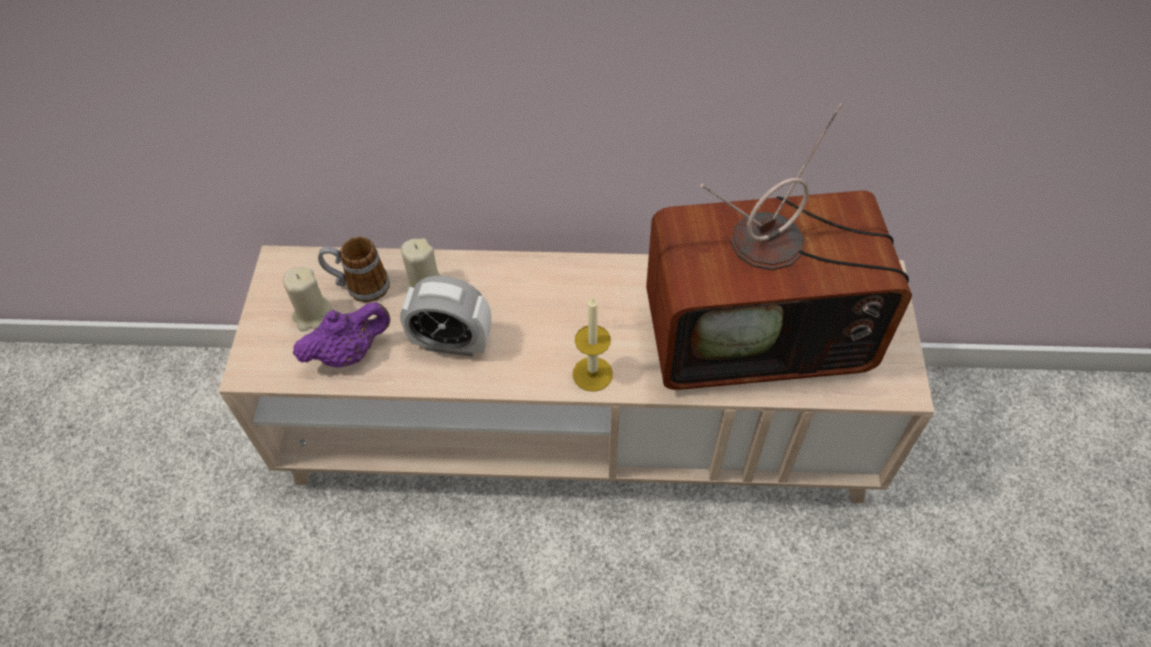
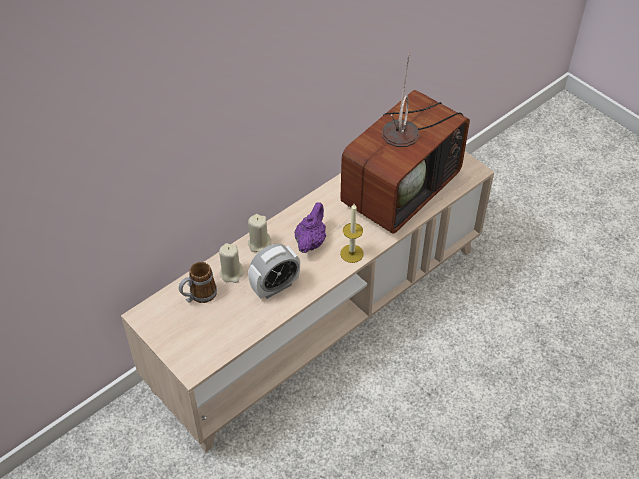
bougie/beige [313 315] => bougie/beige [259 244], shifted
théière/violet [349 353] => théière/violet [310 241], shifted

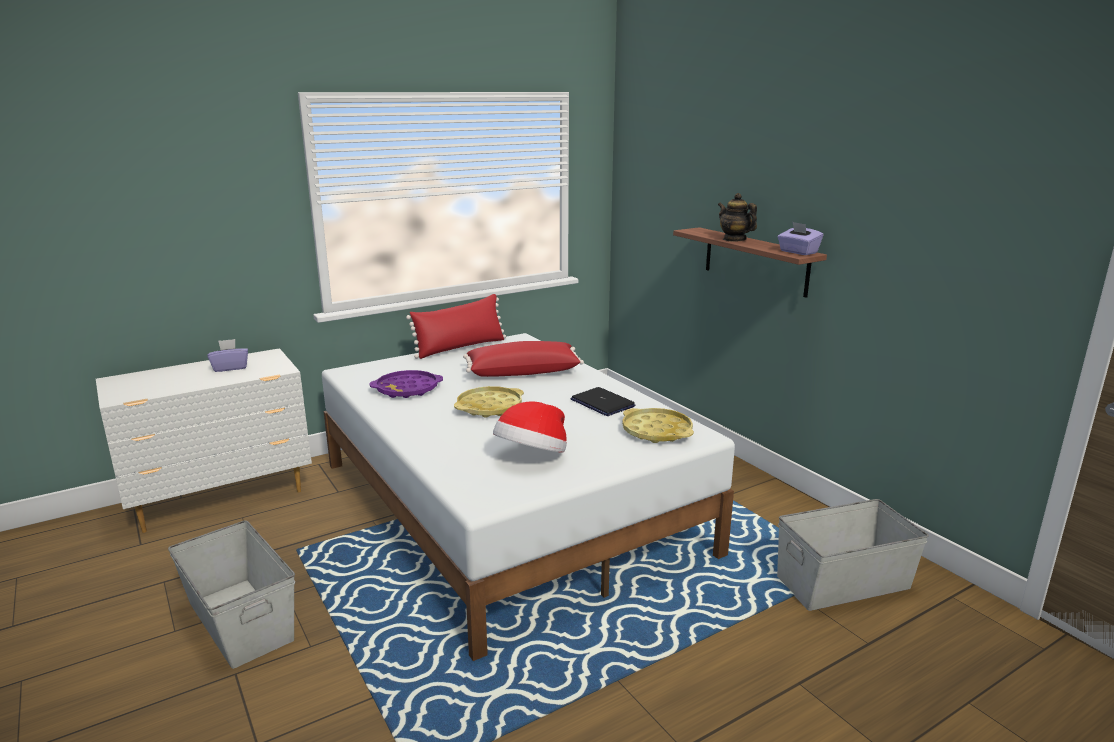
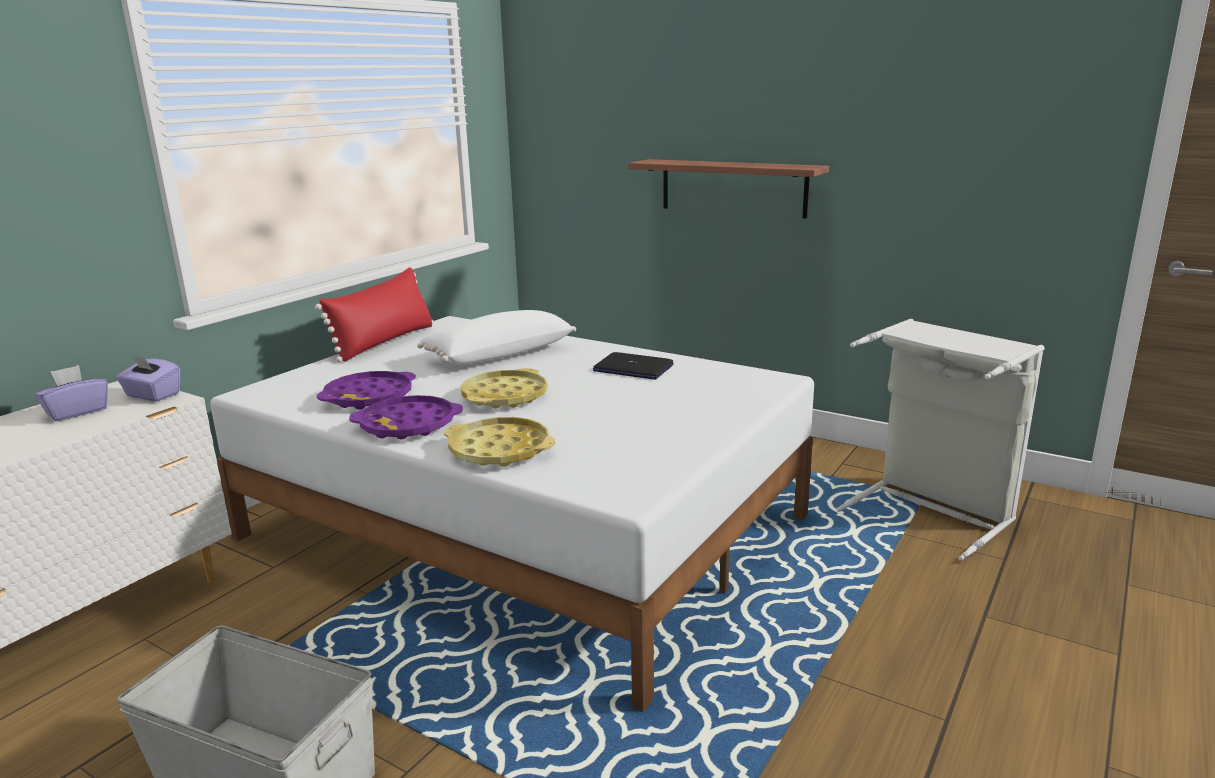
boîte à mouchoirs/violet [798 252] => boîte à mouchoirs/violet [152 395], shifted
nothing => plateau/violet [408 425]
coussin/rouge [522 372] => coussin/blanc [498 354]
plateau/jaune [657 431] => plateau/jaune [499 450], shifted
boîte de rangement/gris [844 583] => panier à linge/gris [933 511]
chapeau [532 456] => nothing
théière [734 239] => nothing

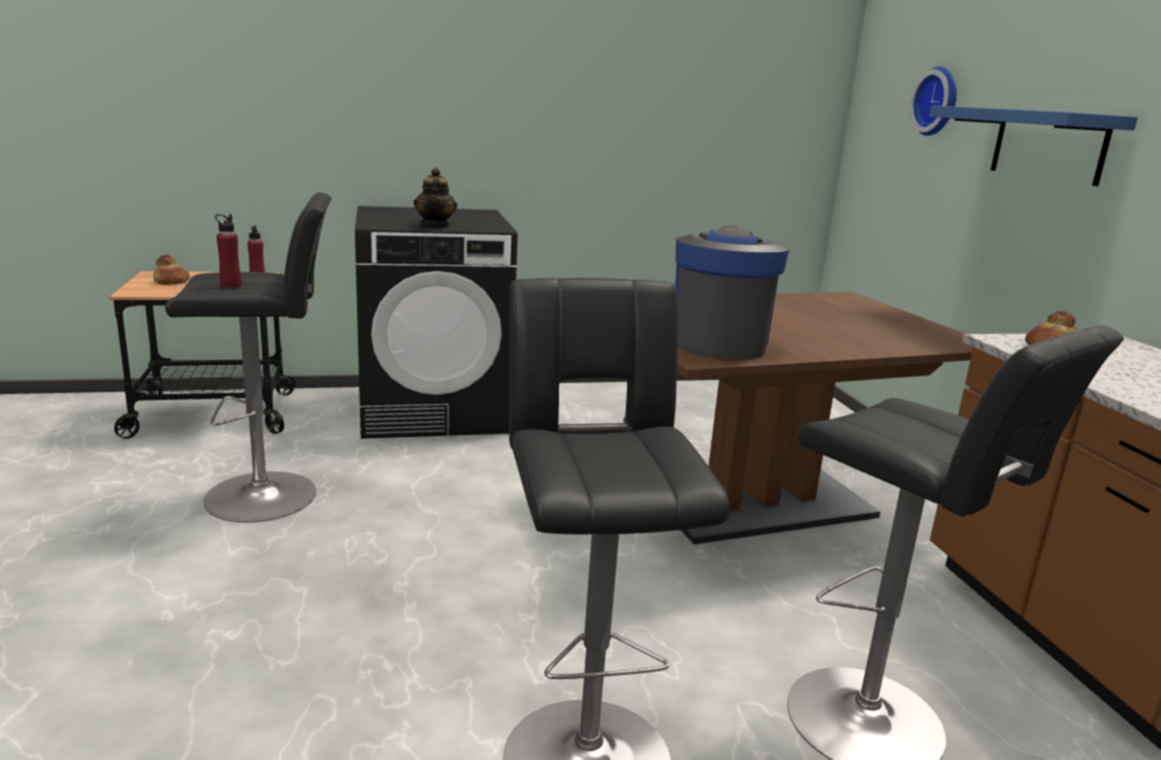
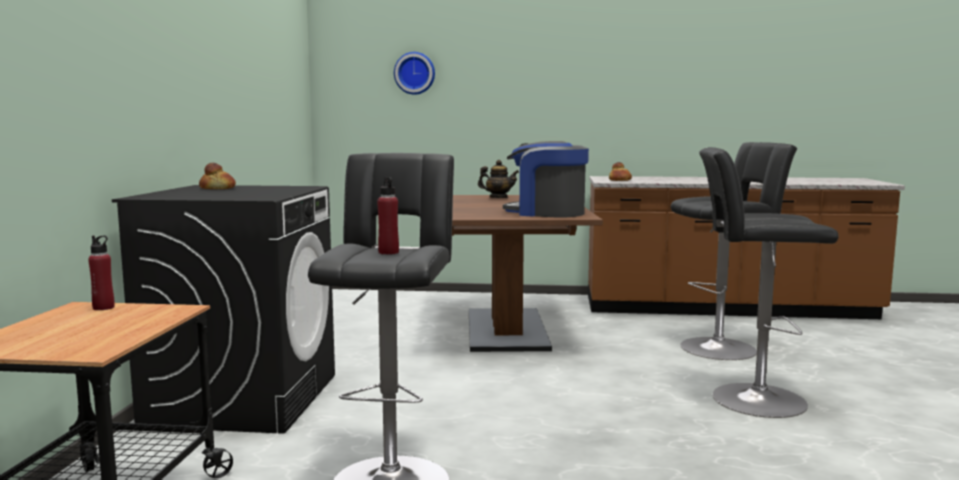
pain [172 281] => pain [218 188], shifted
théière [435 225] => théière [498 198], shifted
étagère/bleu [1048 145] => nothing

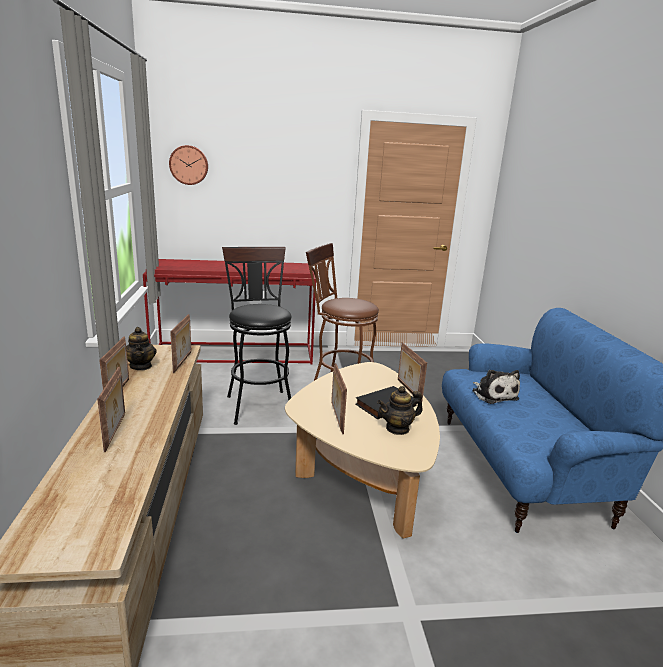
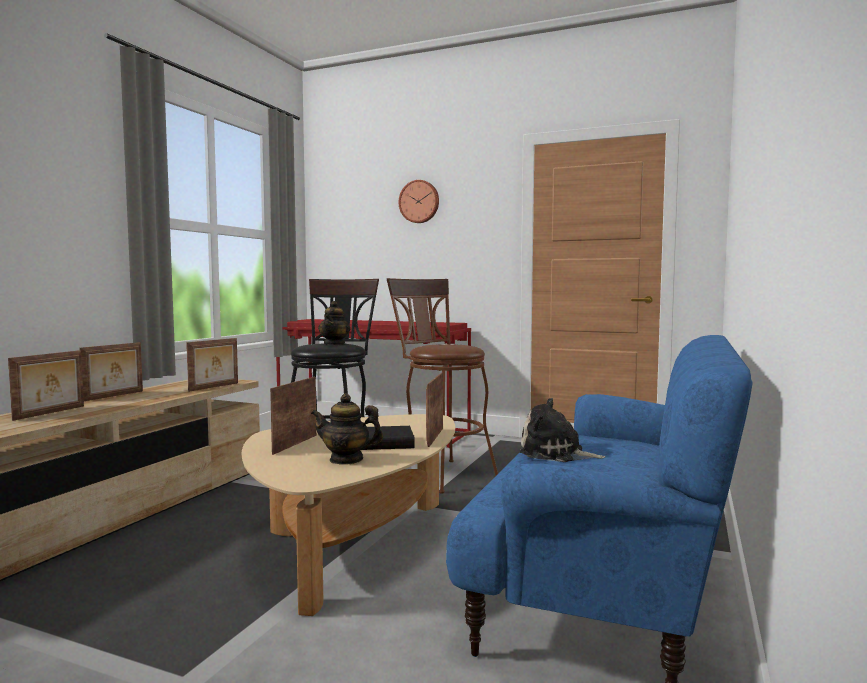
théière [141 366] => théière [335 344], shifted
horloge murale [189 165] => horloge murale [419 202], shifted
peluche [493 394] => peluche [556 454], 105 degrees clockwise

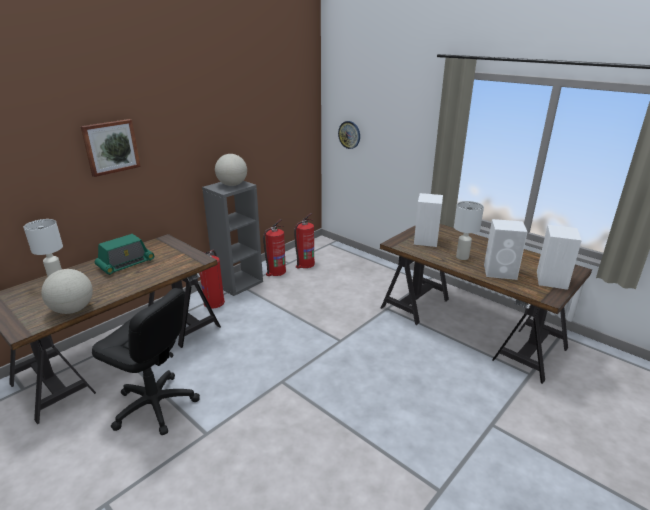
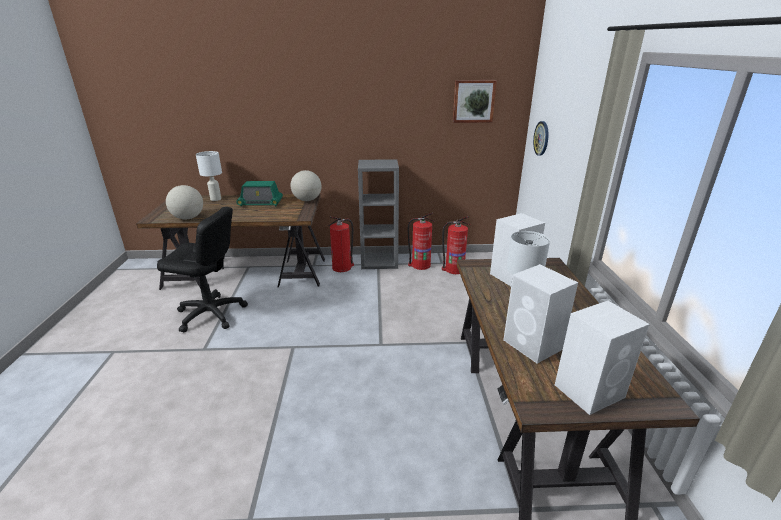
chaise de bureau/noir [155 406] => chaise de bureau/noir [211 314], 60 degrees counterclockwise
globe [232 185] => globe [307 200], shifted
tableau [111 147] => tableau [473 101], shifted

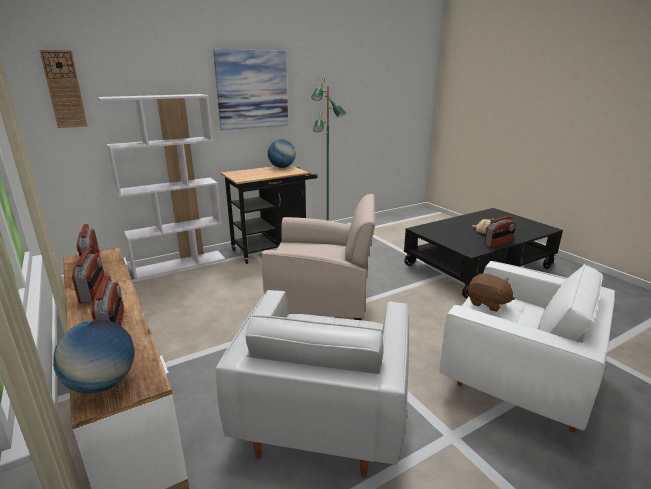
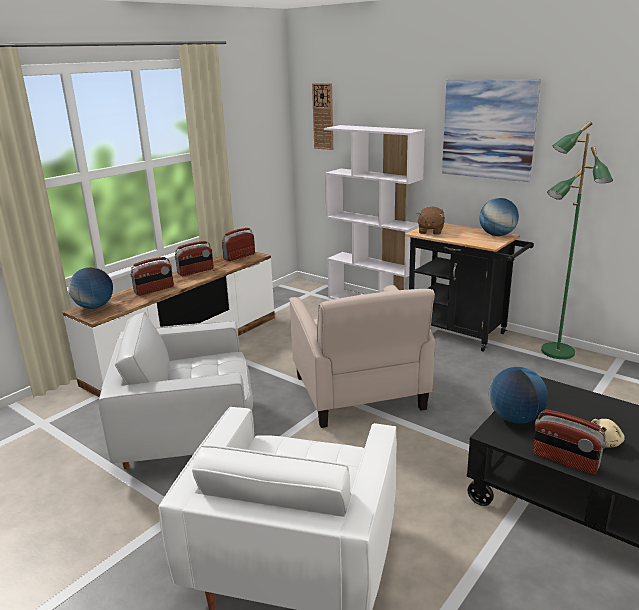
peluche/marron [487 303] => peluche/marron [430 231], shifted
nothing => globe [515 418]

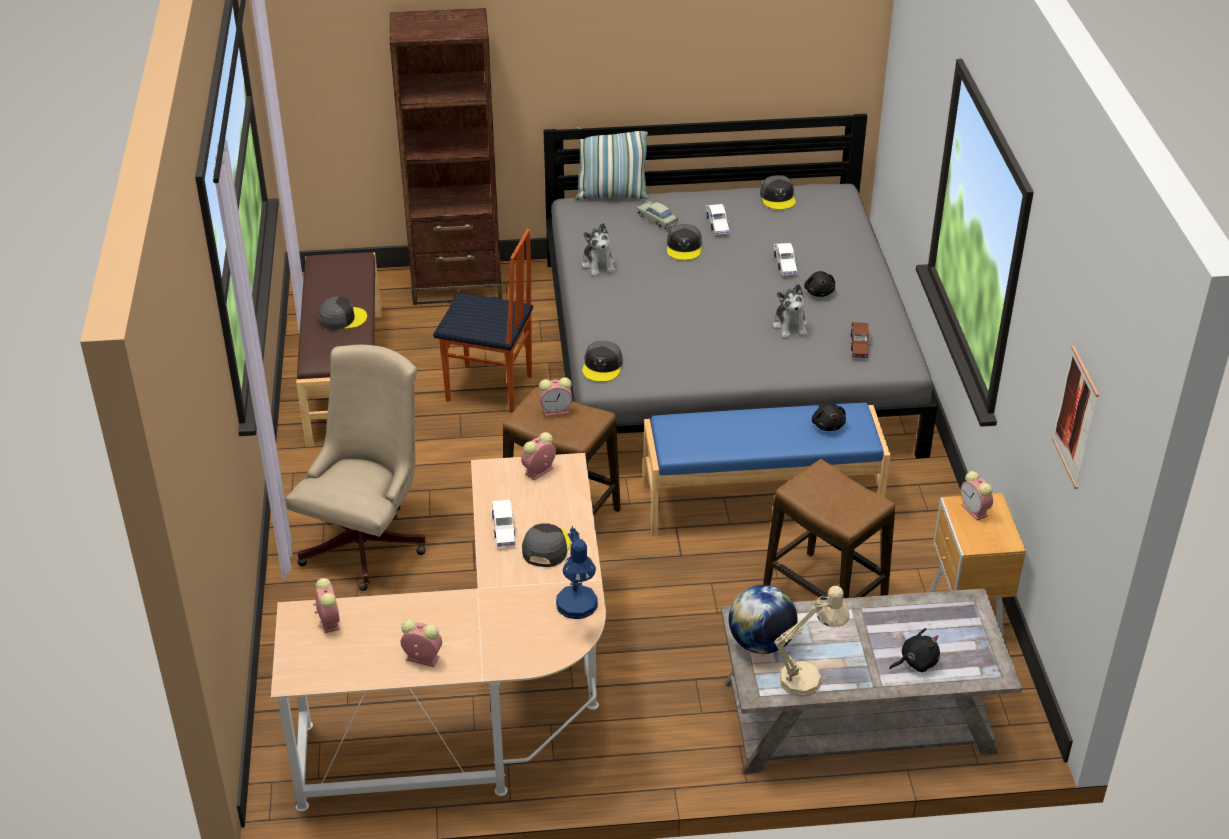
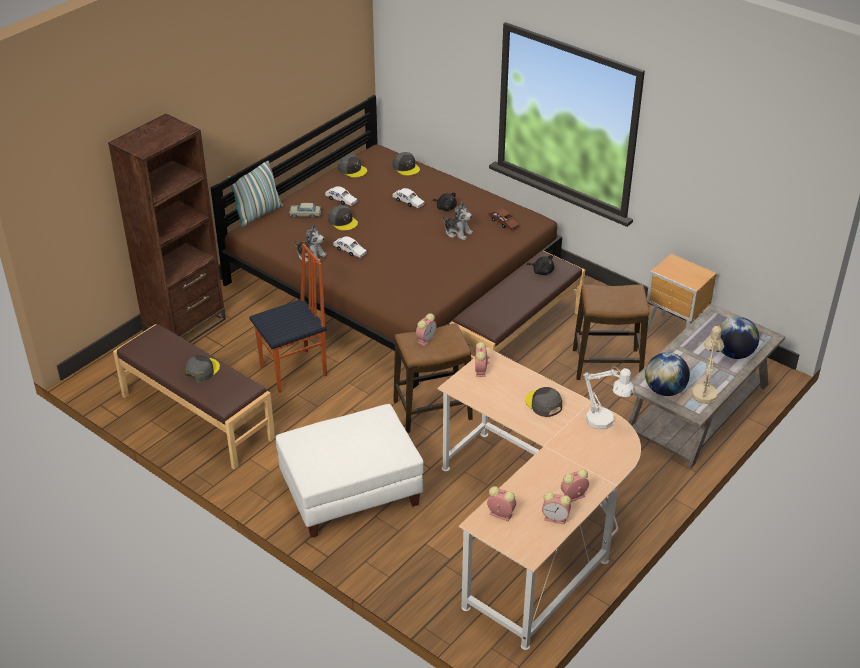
lit/gris [725 353] => lit/marron [392 277]
chaise de bureau/beige [368 540] => pouf/blanc [351 493]
petite voiture/blanc [503 528] => petite voiture/blanc [350 251], shifted
casquette/gris [602 366] => casquette/gris [406 167], shifted
banc/bleu [760 500] => banc/marron [515 340]
réveil [975 511] => réveil [556 518], shifted
lampe de table/bleu [577 611] => lampe de table/blanc [605 422]
peluche/noir [916 662] => globe [734 354]
tableau [1076 417] => nothing

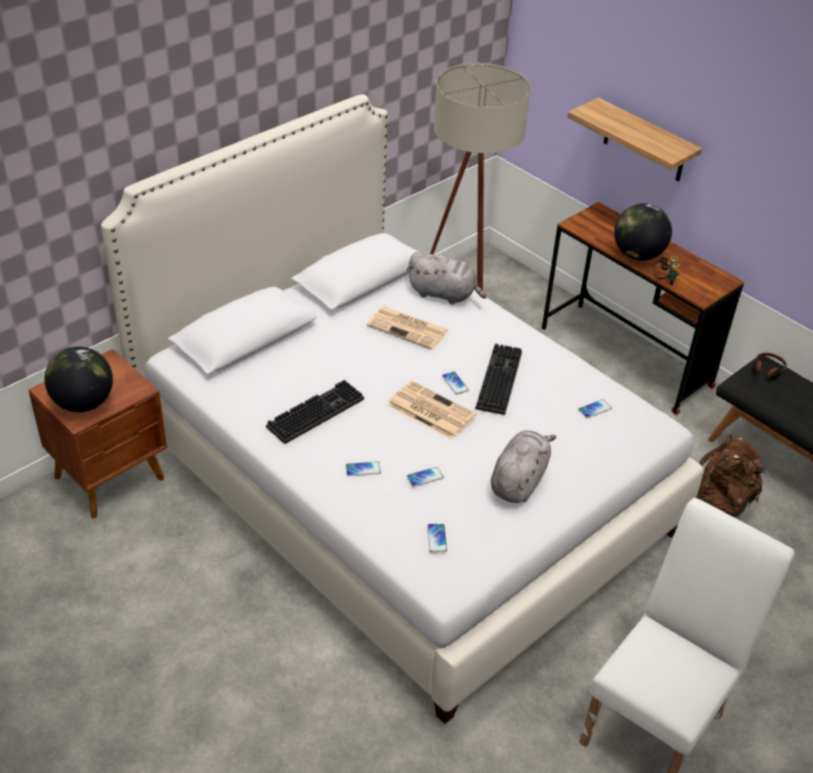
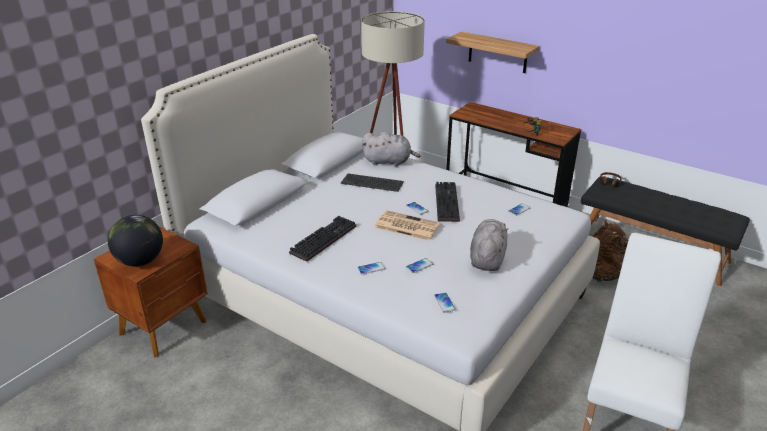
journal [409 328] => clavier [372 183]
globe [638 255] => nothing

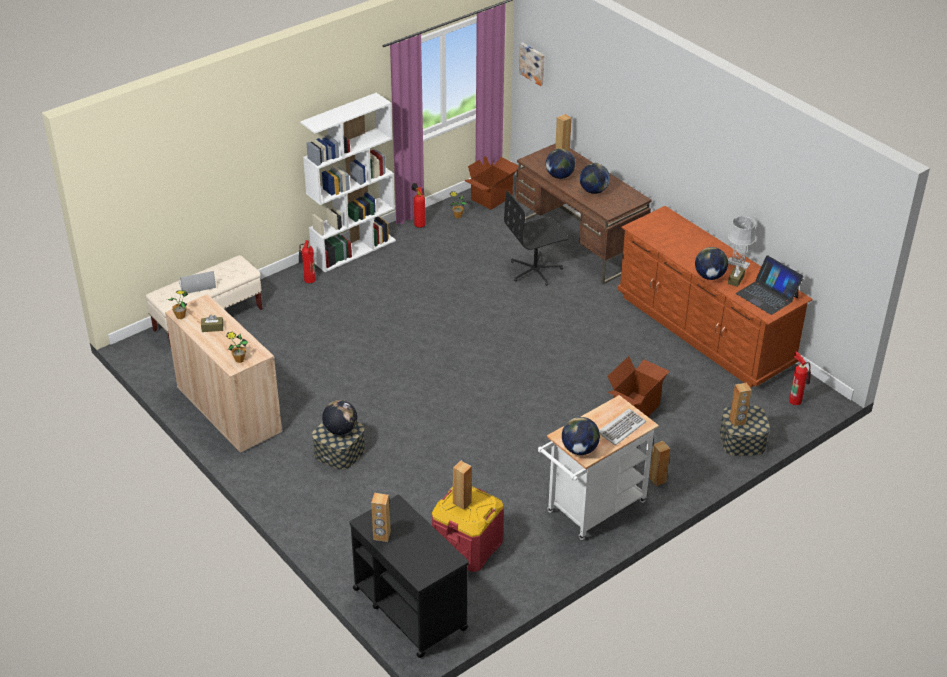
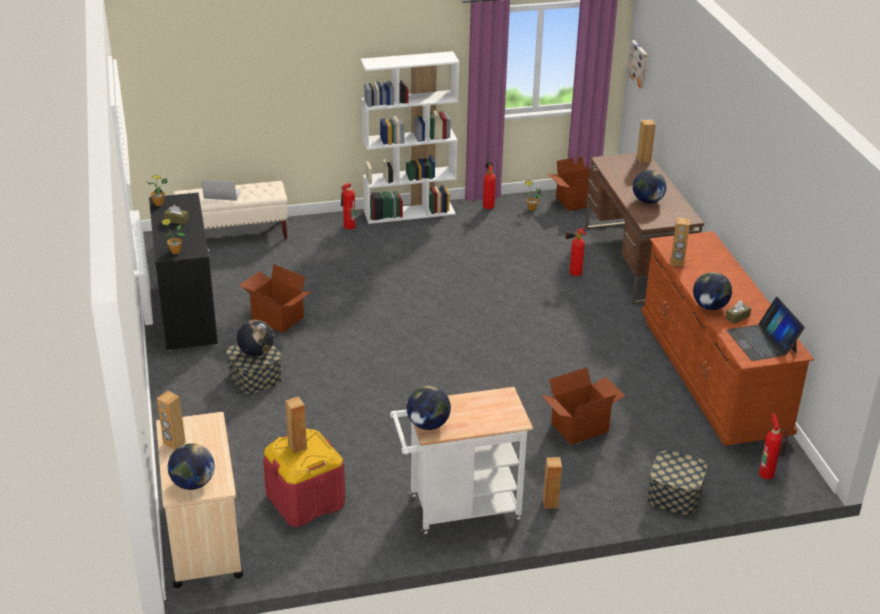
meuble de rangement/beige [229 410] => meuble de rangement/noir [188 313]
chariot/noir [409 608] => chariot/beige [203 538]
globe [559 176] => globe [193 483], shifted
nothing => carton [277 319]
chaise de bureau/noir [535 270] => extincteur [572 274]
enceinte/marron [737 421] => enceinte/marron [677 262], shifted
clavier [621 428] => nothing
lampe de table/gris [738 263] => nothing

